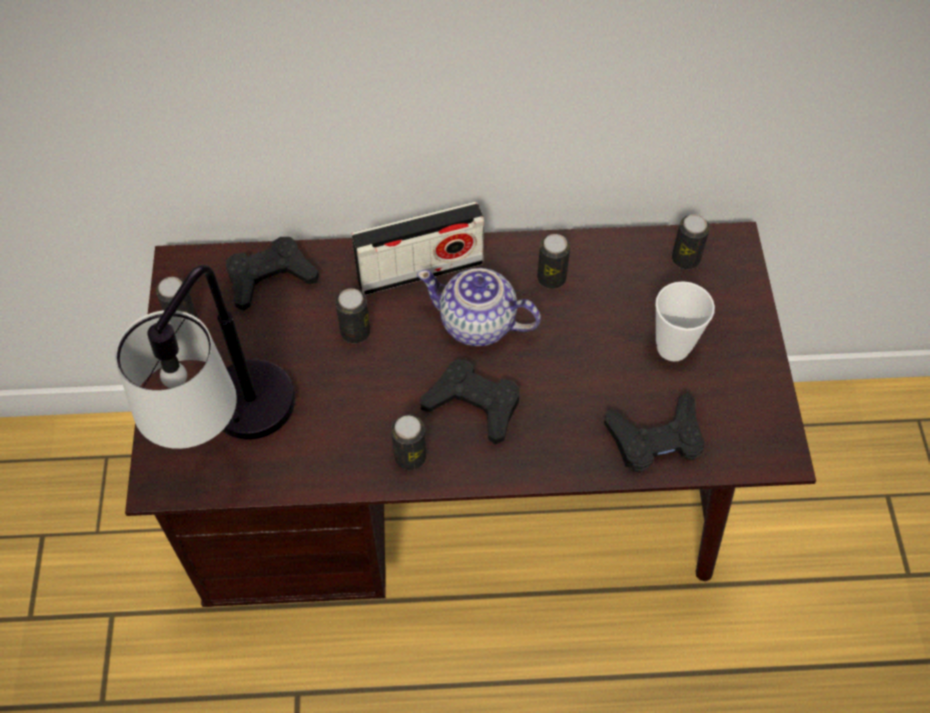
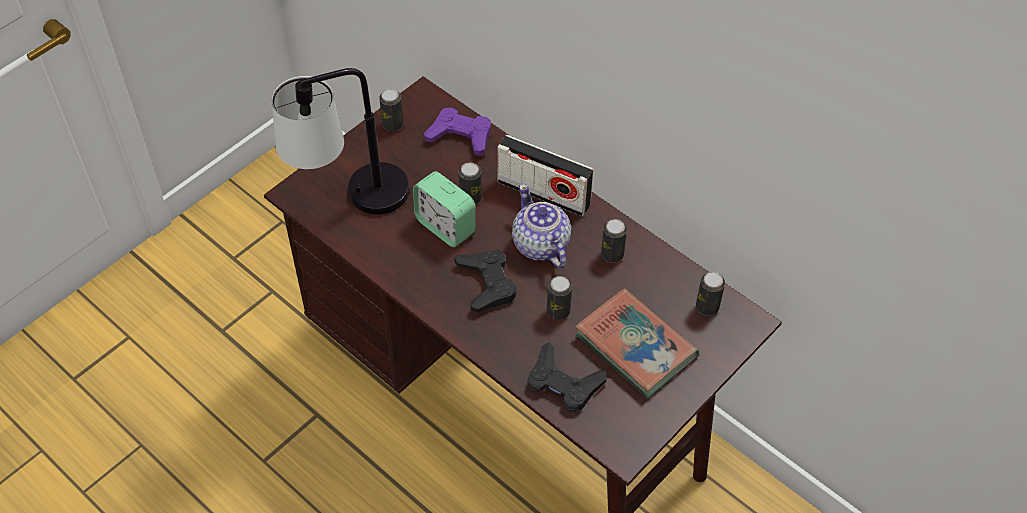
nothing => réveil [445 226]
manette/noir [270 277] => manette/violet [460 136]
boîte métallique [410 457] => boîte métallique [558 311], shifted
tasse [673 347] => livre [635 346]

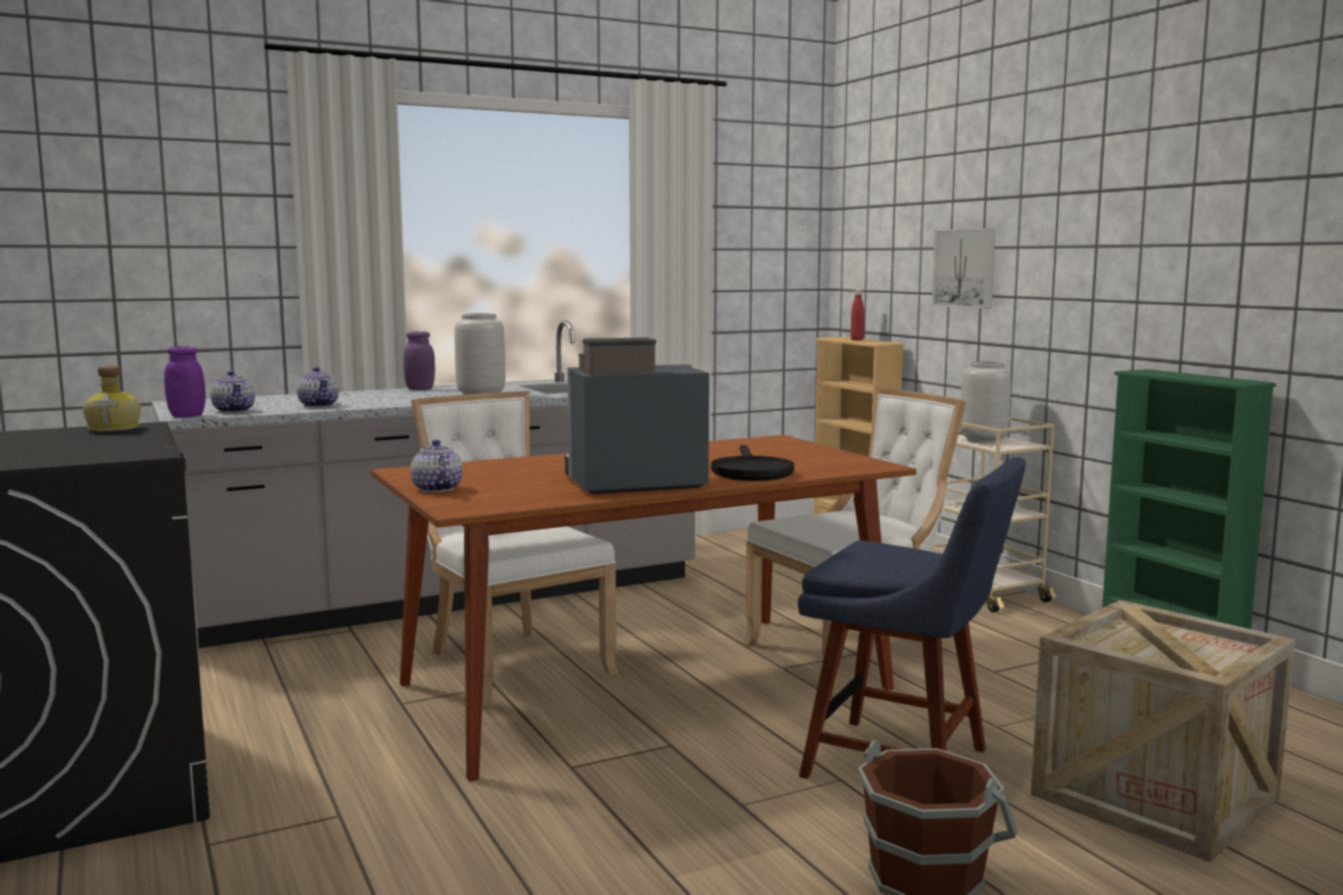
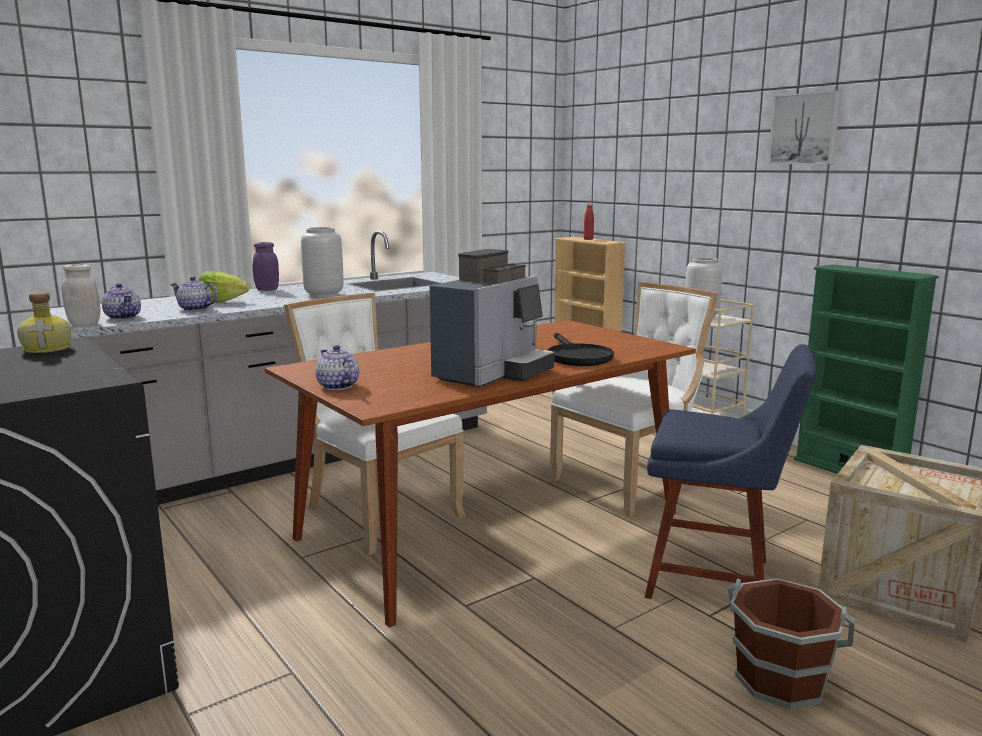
bocal/violet [187 416] => bocal/blanc [84 324]
théière [319 405] => théière [195 309], 150 degrees clockwise
nothing => laitue [222 301]
machine à café [630 484] => machine à café [493 373], 150 degrees clockwise
tableau [966 268] => tableau [805 129], shifted

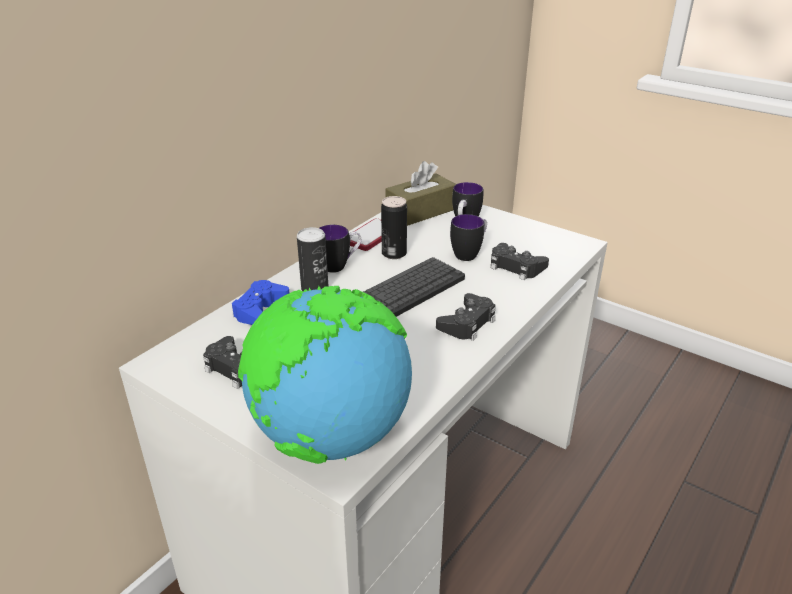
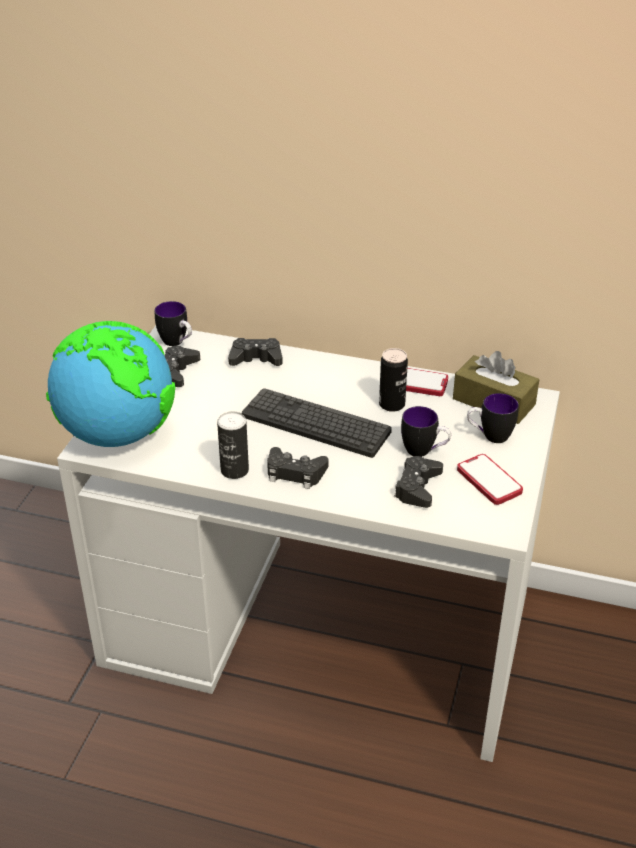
mug [339 265] => mug [177 343], shifted
boîte métallique [315 289] => boîte métallique [234 470], shifted
manette/bleu [260 309] => manette/noir [256 359]
nothing => téléphone [489 481]

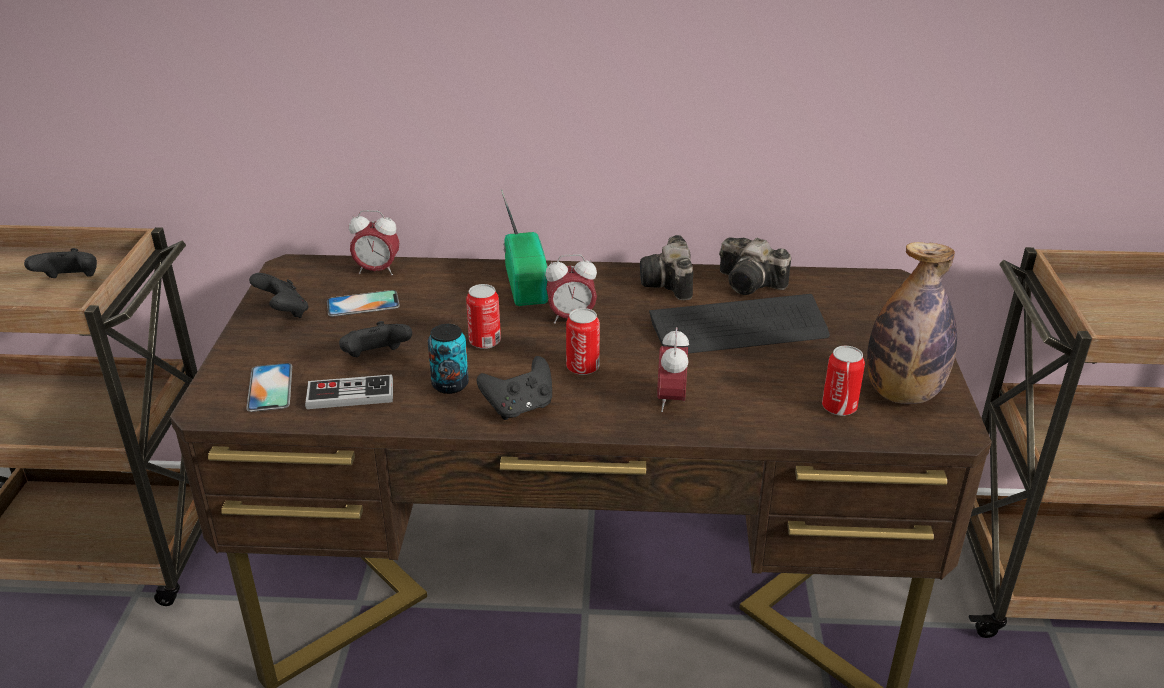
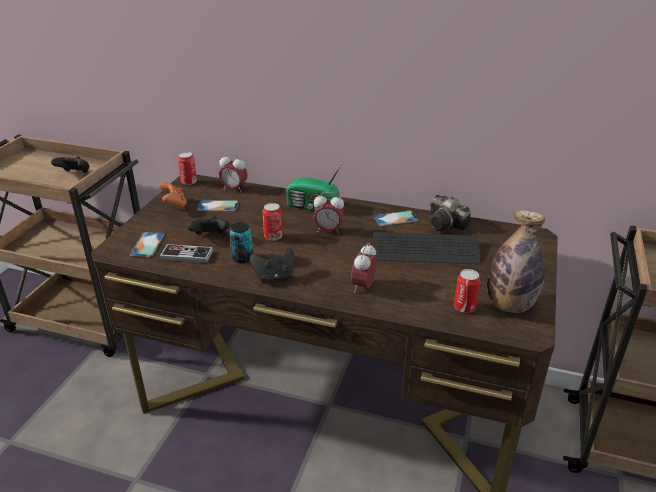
manette/noir [284 313] => manette/orange [174 205]
boîte métallique [582 367] => boîte métallique [189 182], shifted
radio [528 284] => radio [313 207], 105 degrees clockwise
appareil photo [669 285] => téléphone [395 218]

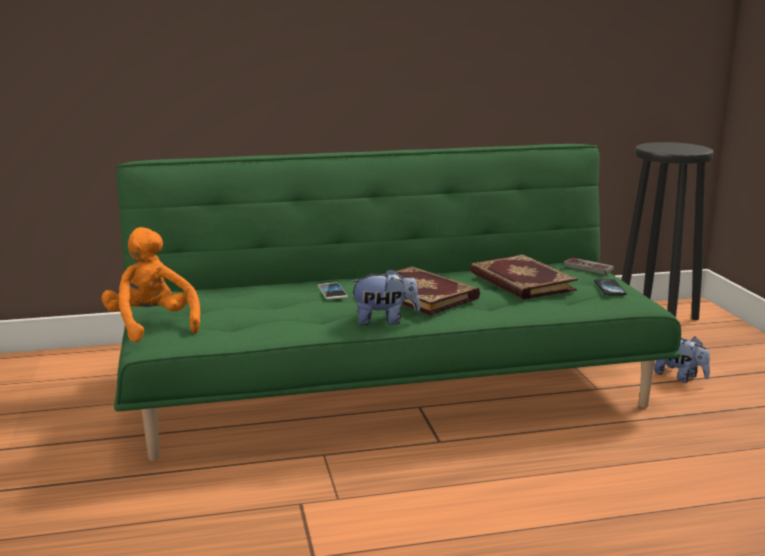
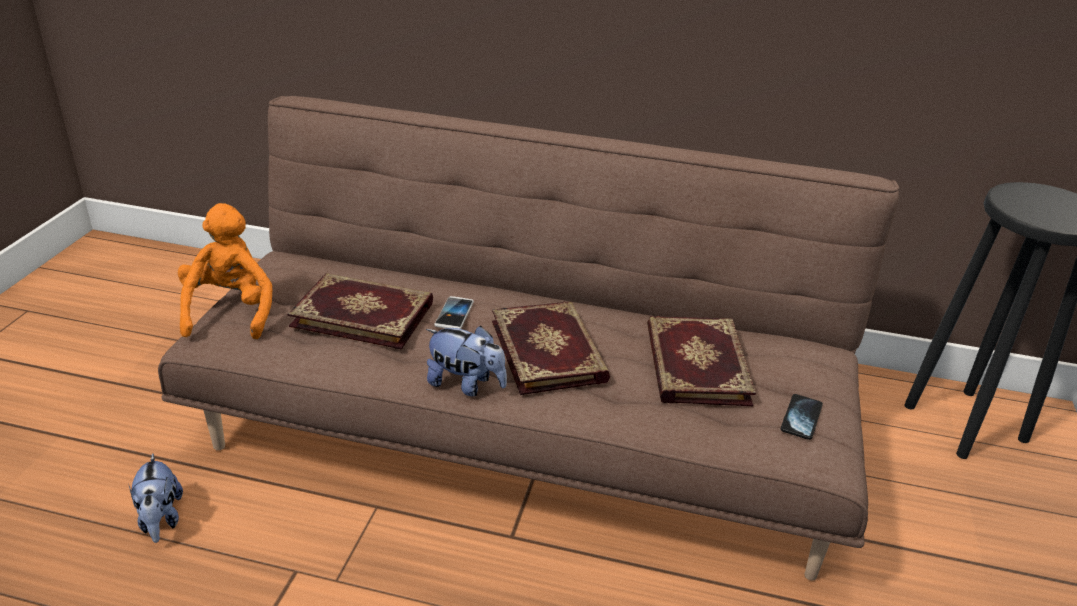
peluche [680 377] => peluche [160 519], shifted
canapé/vert [388 388] => canapé/marron [525 428]
nothing => livre [363 313]
manette [590 266] => nothing

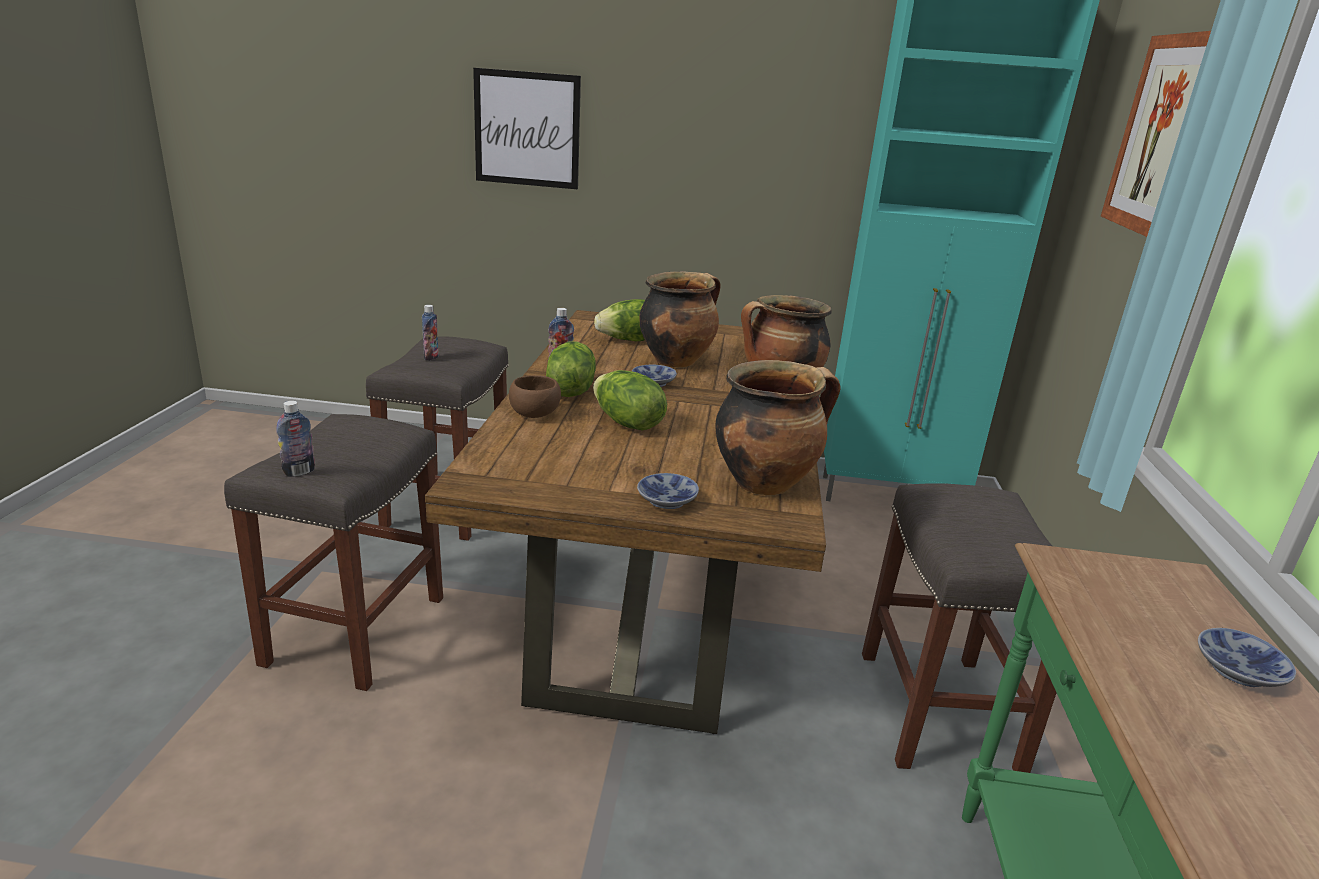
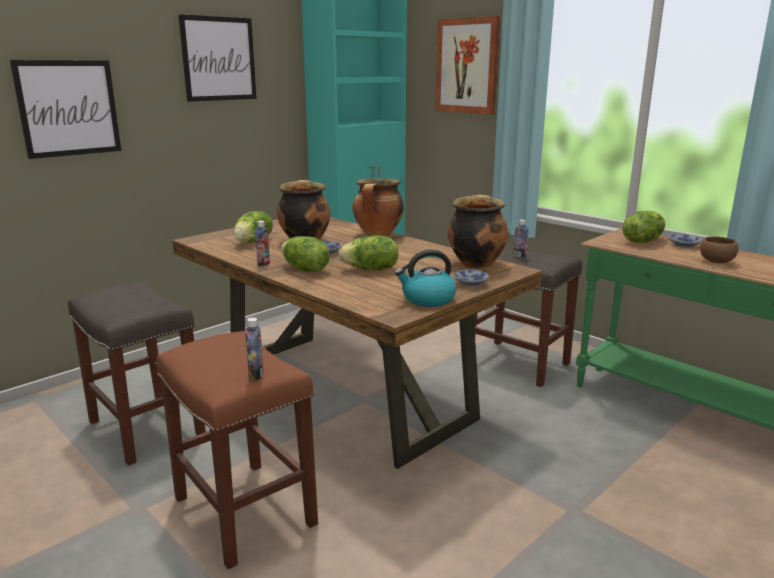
tabouret/gris [356 628] => tabouret/marron [242 510]
nothing => tableau [219 59]
nothing => bouilloire [427 299]
bouteille [431 357] => bouteille [519 256], shifted
nothing => laitue [642 241]
bol/marron [535 414] => bol/marron [715 261], shifted

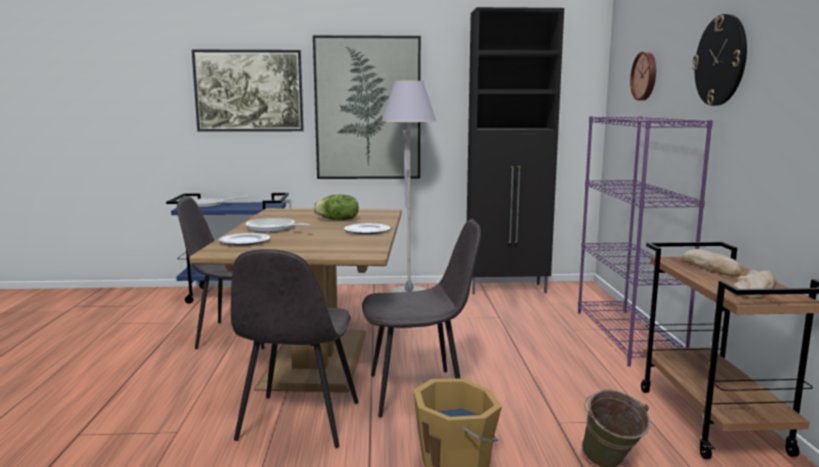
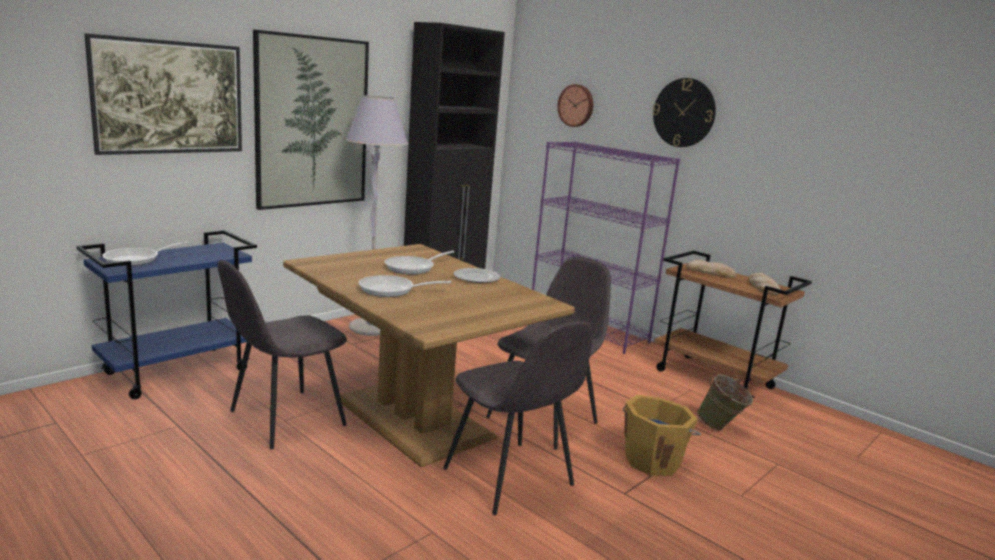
laitue [338 220] => poêle [413 268]
assiette [245 241] => nothing

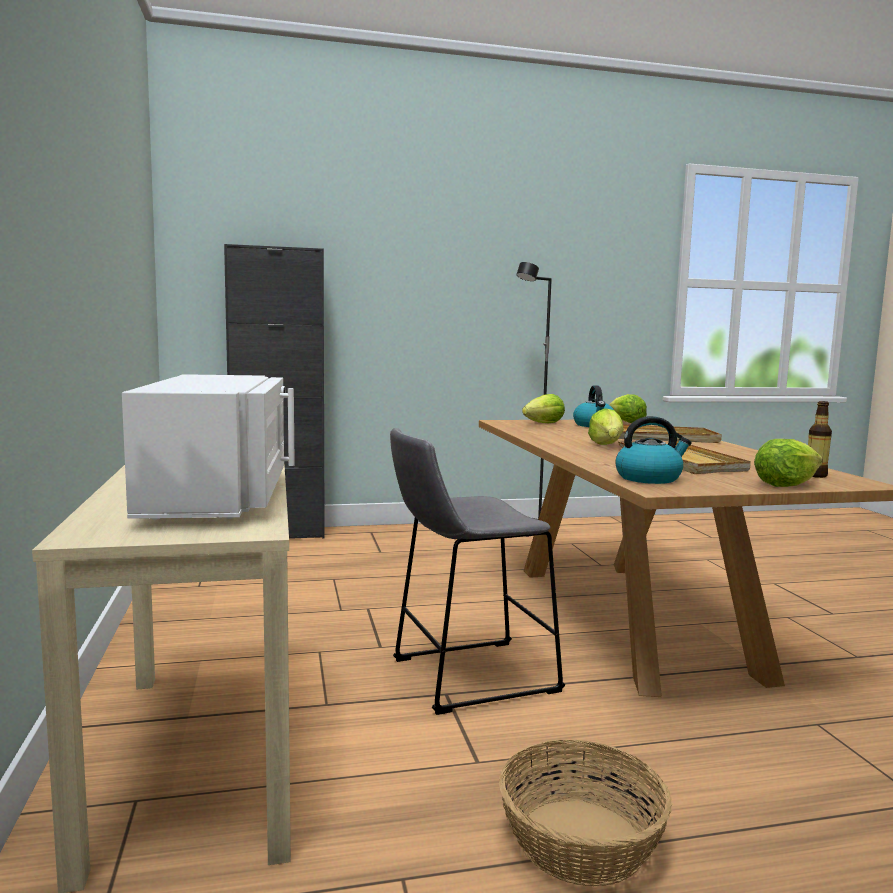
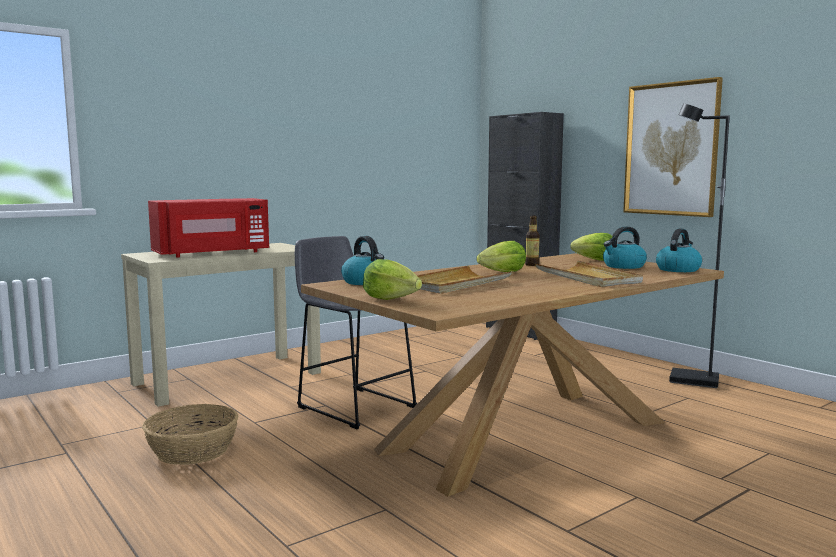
micro-ondes/blanc [219 498] => micro-ondes/rouge [213 253]
bouteille [815 475] => bouteille [532 265], shifted
nothing => tableau [671 149]
laitue [626 422] => bouilloire [678 269]

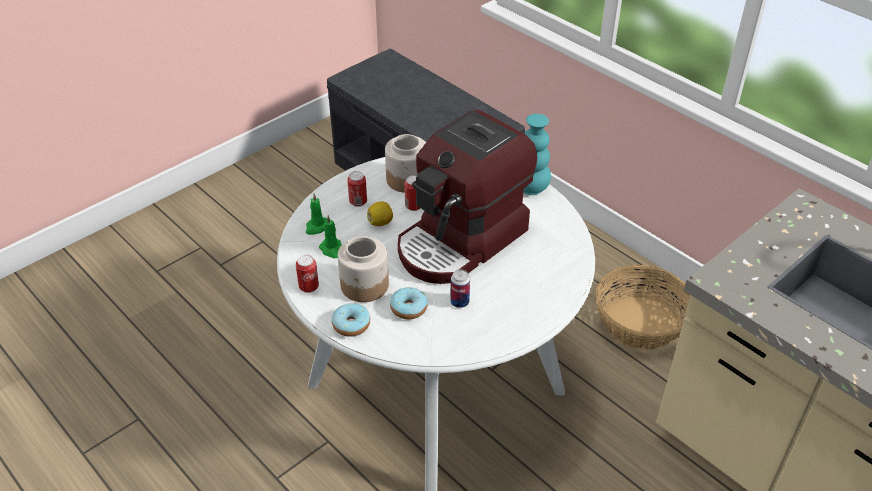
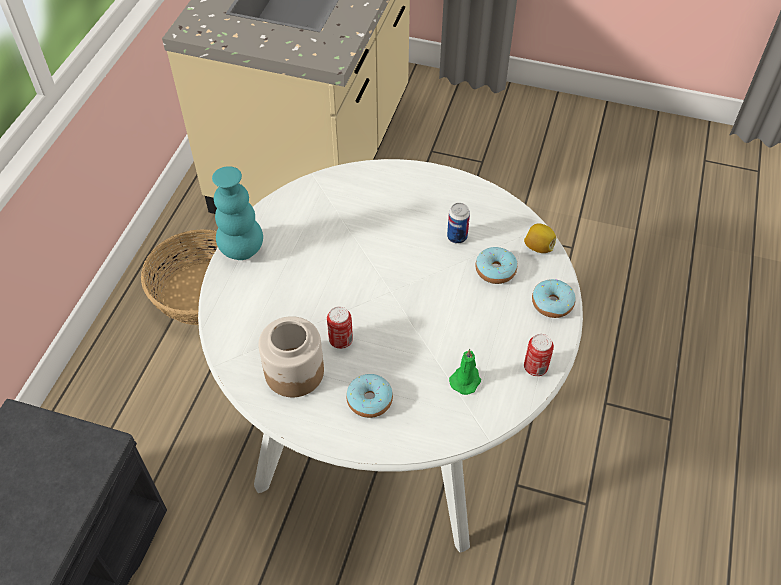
boîte métallique [358 202] => beignet [369 400]
citron [380 222] => citron [538 247], shifted
bougie/vert [317 227] => nothing
bocal [365 286] => nothing
machine à café [462 241] => nothing

